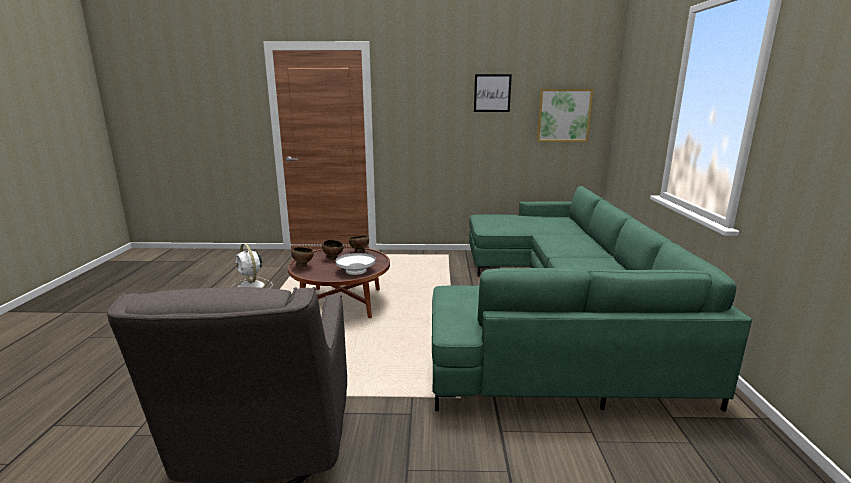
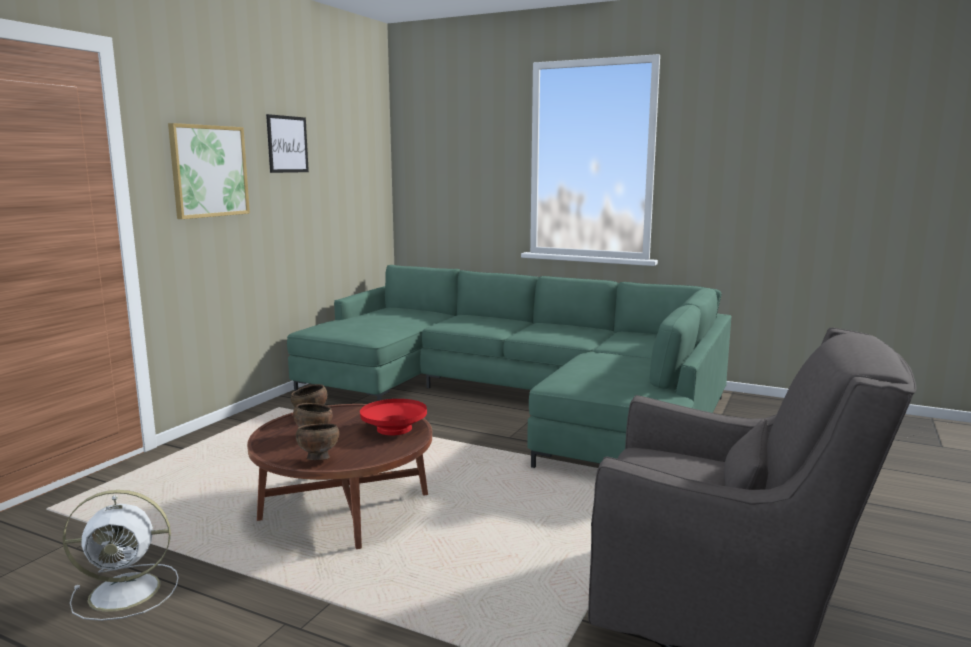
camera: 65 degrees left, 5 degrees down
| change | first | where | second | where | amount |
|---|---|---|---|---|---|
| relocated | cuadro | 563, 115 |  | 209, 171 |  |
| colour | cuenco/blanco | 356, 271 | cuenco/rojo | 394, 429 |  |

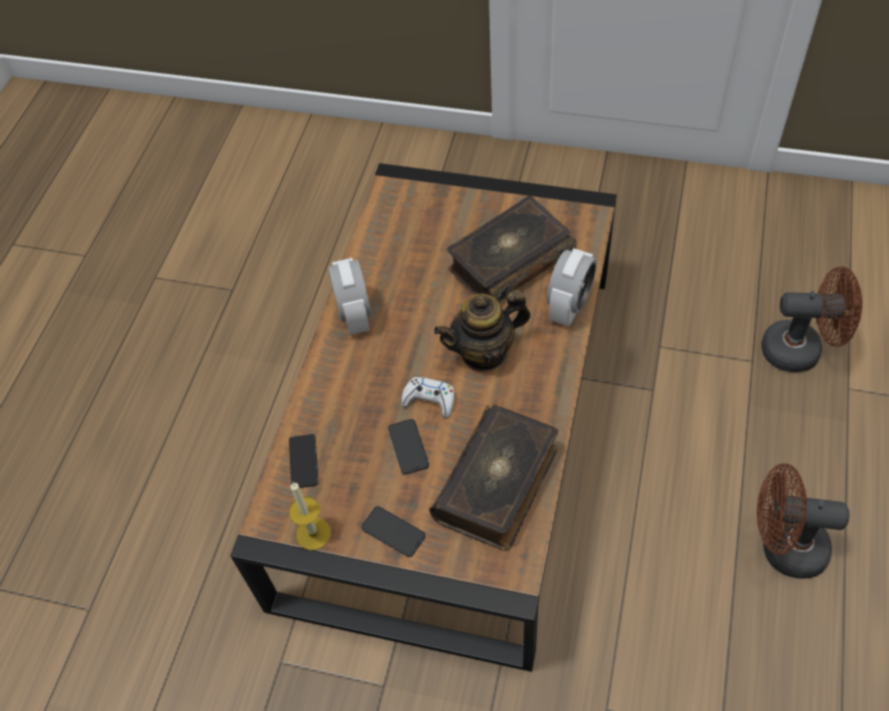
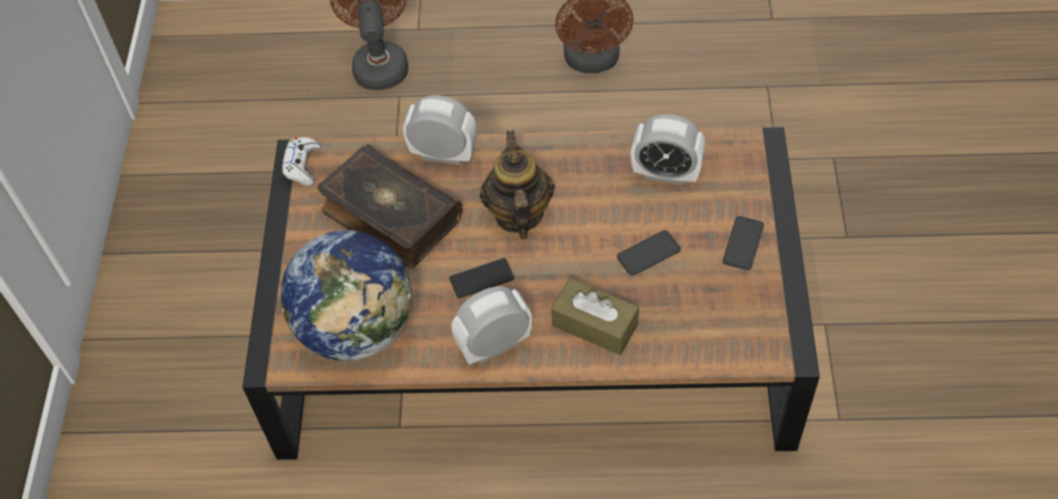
camera: 105 degrees left, 0 degrees up
| change | first | where | second | where | amount |
|---|---|---|---|---|---|
| relocated | mando de consola/blanco | 429, 400 |  | 302, 165 |  |
| appeared |  |  | globo terráqueo | 357, 328 |  |
| relocated | móvil | 303, 461 |  | 481, 278 |  |
| spun | tetera | 484, 352 |  | 518, 214 | 150 degrees counterclockwise |
| appeared |  |  | caja de pañuelos/marrón | 595, 325 |  |
| exchanged | libro | 498, 484 | despertador | 666, 173 |  |
| missing | vela | 313, 534 |  |  |  |

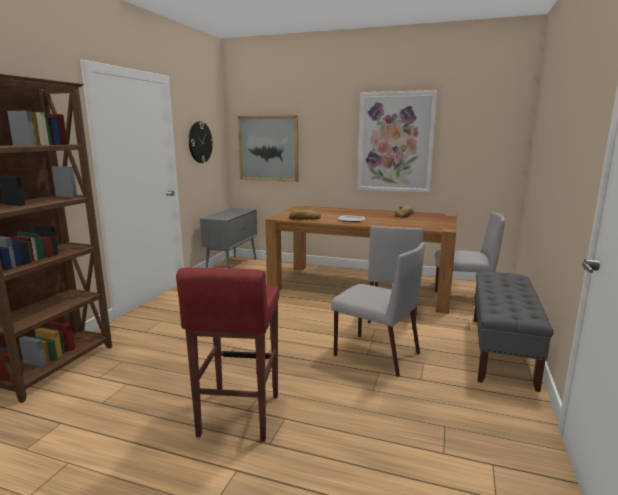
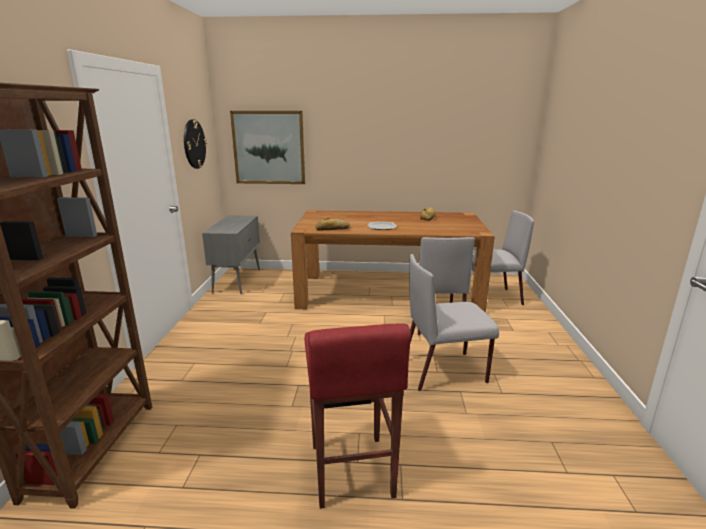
camera: 15 degrees left, 5 degrees up
| change | first | where | second | where | amount |
|---|---|---|---|---|---|
| spun | silla/gris | 375, 354 |  | 445, 370 | 150 degrees clockwise |
| missing | cuadro | 395, 142 |  |  |  |
| missing | banco/gris | 501, 351 |  |  |  |

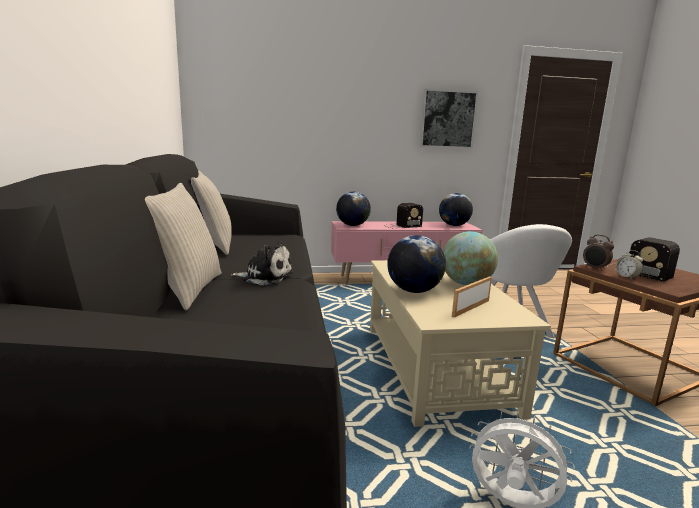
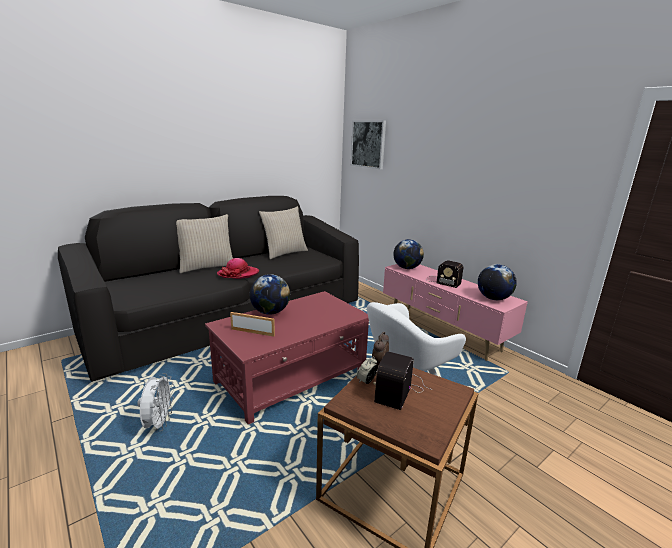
camera: 60 degrees right, 5 degrees up
| change | first | where | second | where | amount |
|---|---|---|---|---|---|
| colour | mesa de centro/beis | 435, 366 | mesa de centro/rojo | 292, 376 |  |
| exchanged | peluche | 265, 277 | sombrero | 238, 274 |  |
| relocated | cuadro | 447, 119 |  | 368, 144 |  |
| missing | globo terráqueo | 466, 284 |  |  |  |

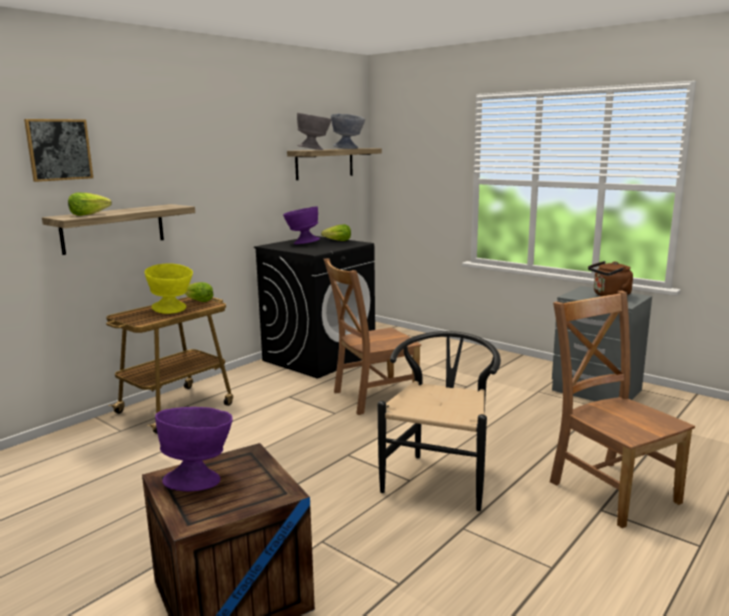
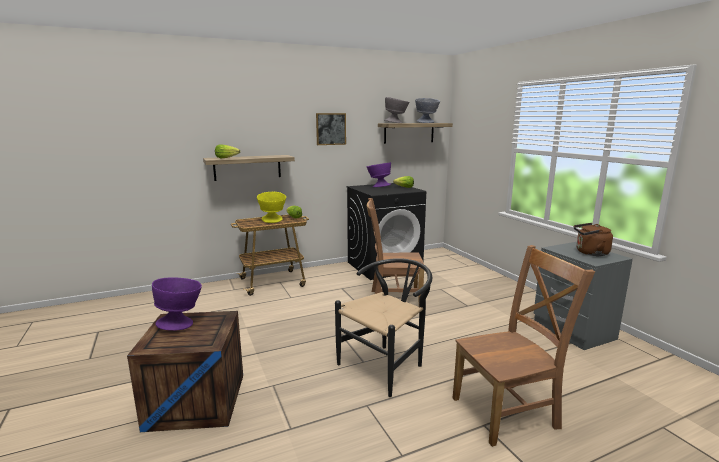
camera: 25 degrees right, 0 degrees up
| change | first | where | second | where | amount |
|---|---|---|---|---|---|
| relocated | cuadro | 59, 149 |  | 331, 129 |  |
| spun | silla/marrón | 610, 489 |  | 508, 412 | 75 degrees clockwise |

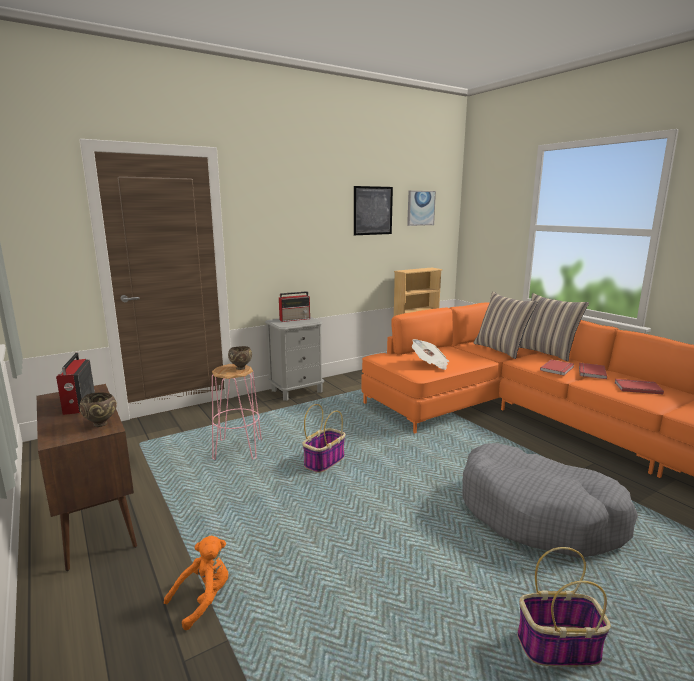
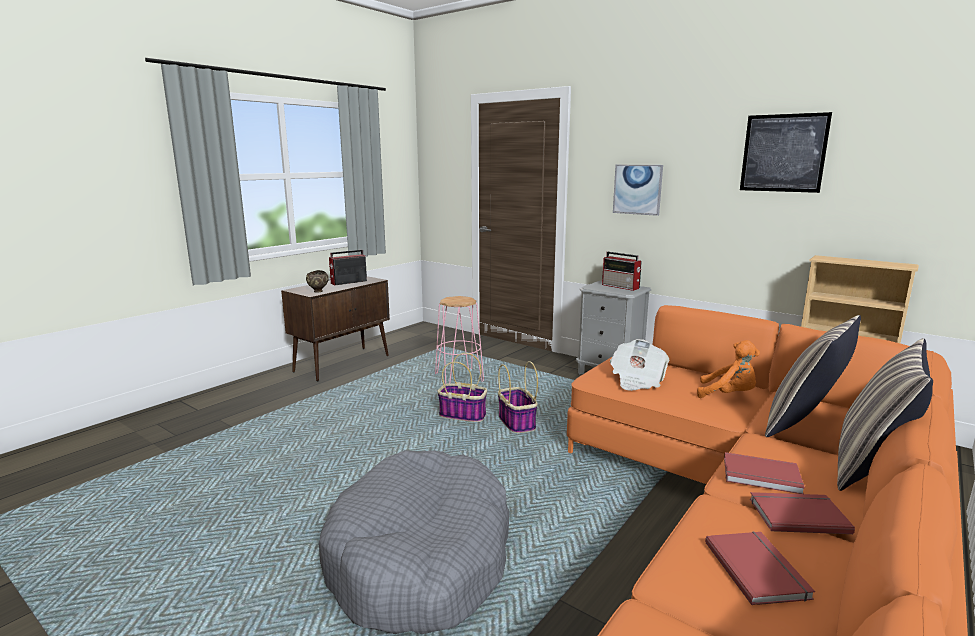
camera: 70 degrees right, 0 degrees up
| change | first | where | second | where | amount |
|---|---|---|---|---|---|
| relocated | cesta | 557, 648 |  | 516, 422 |  |
| relocated | cuadro | 420, 208 |  | 637, 189 |  |
| relocated | peluche/naranja | 203, 599 |  | 728, 395 |  |
| missing | cuenco/marrón | 241, 368 |  |  |  |

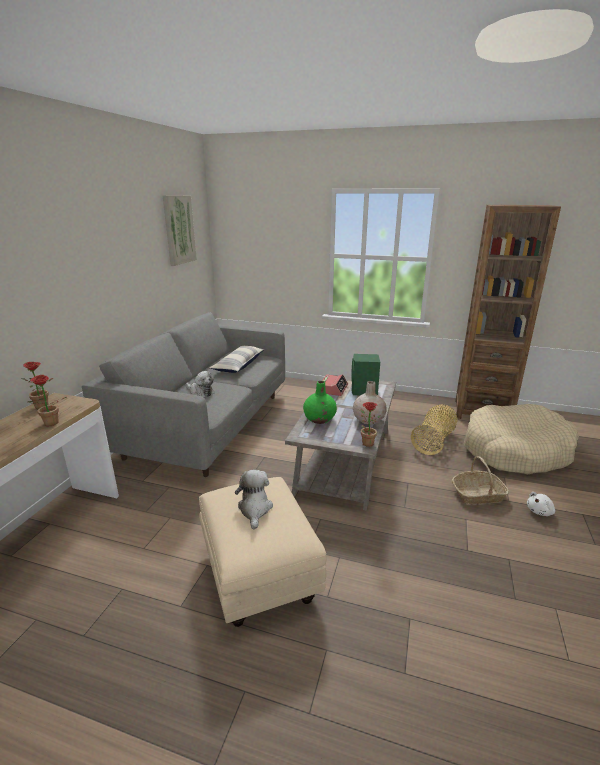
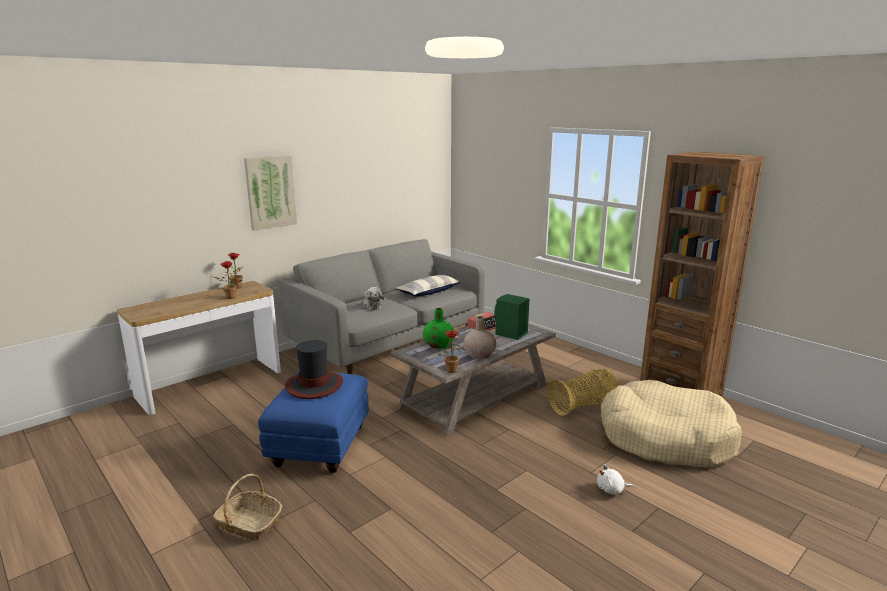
camera: 30 degrees right, 5 degrees down
| change | first | where | second | where | amount |
|---|---|---|---|---|---|
| relocated | cesta | 477, 494 |  | 249, 523 |  |
| relocated | cuadro | 179, 229 |  | 270, 192 |  |
| colour | puf/beis | 259, 573 | puf/azul | 320, 445 |  |
| exchanged | peluche | 255, 509 | sombrero | 314, 385 |  |

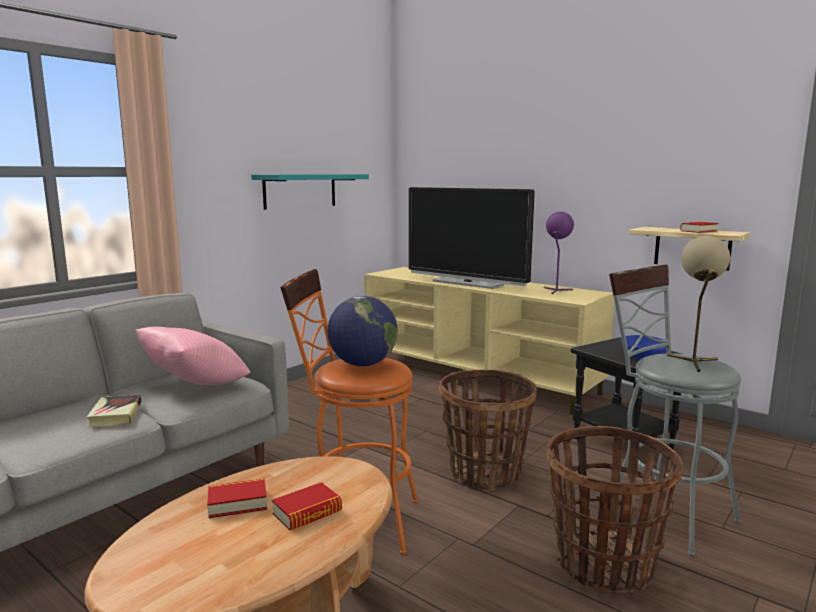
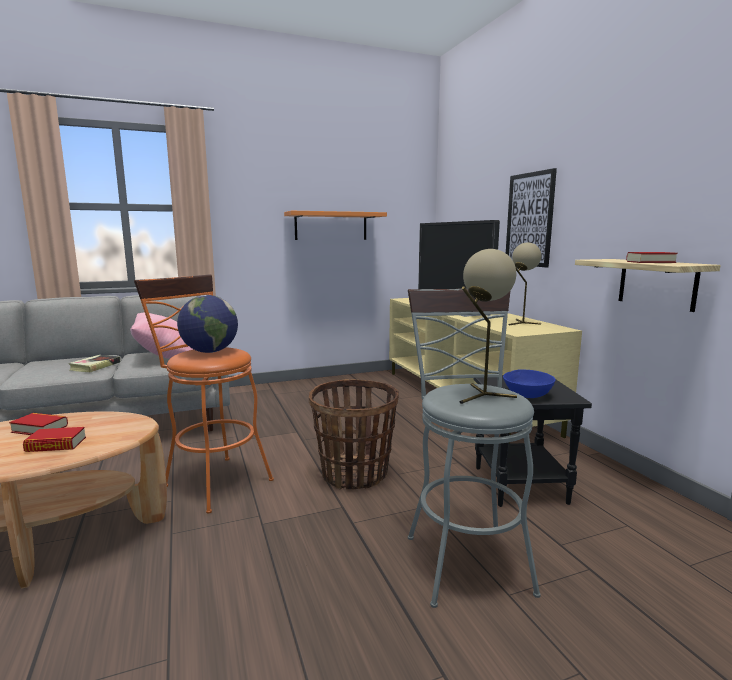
camera: 30 degrees right, 0 degrees up
| change | first | where | second | where | amount |
|---|---|---|---|---|---|
| colour | estante/turquesa | 300, 191 | estante/naranja | 331, 226 |  |
| appeared |  |  | cuadro | 529, 219 |  |
| colour | lámpara de mesa/morado | 556, 291 | lámpara de mesa/beis | 521, 323 |  |
| missing | cesta | 604, 564 |  |  |  |

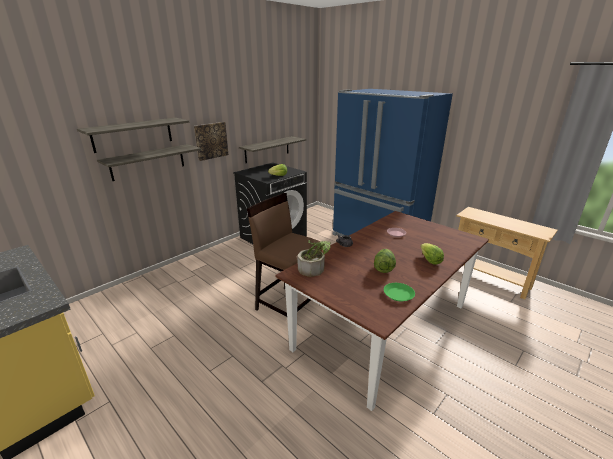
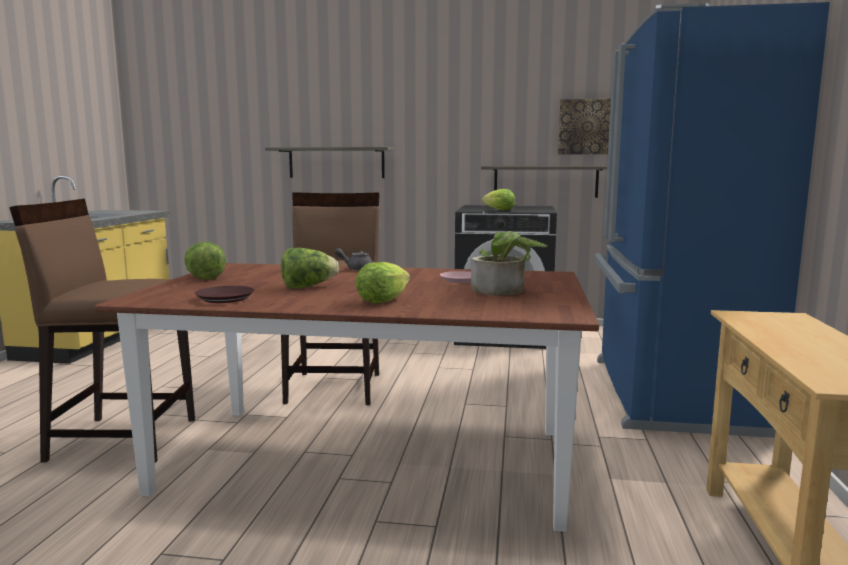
camera: 55 degrees right, 15 degrees down
| change | first | where | second | where | amount |
|---|---|---|---|---|---|
| appeared |  |  | taburete/marrón | 122, 438 |  |
| appeared |  |  | lechuga | 203, 277 |  |
| colour | plato/verde | 398, 294 | plato/marrón | 224, 298 |  |
| relocated | planta en maceta | 314, 268 |  | 504, 291 |  |
| relocated | cuadro | 211, 140 |  | 586, 127 |  |
| missing | estante | 133, 134 |  |  |  |

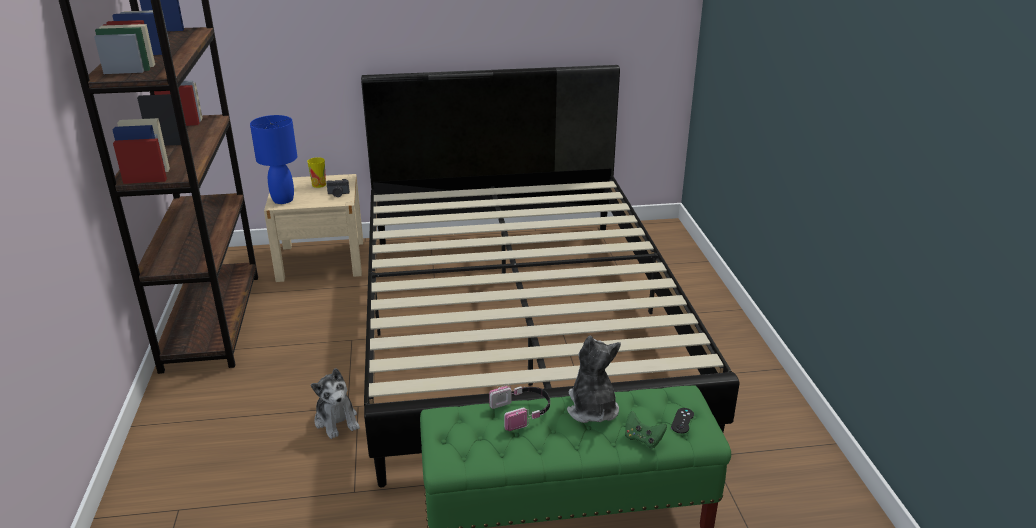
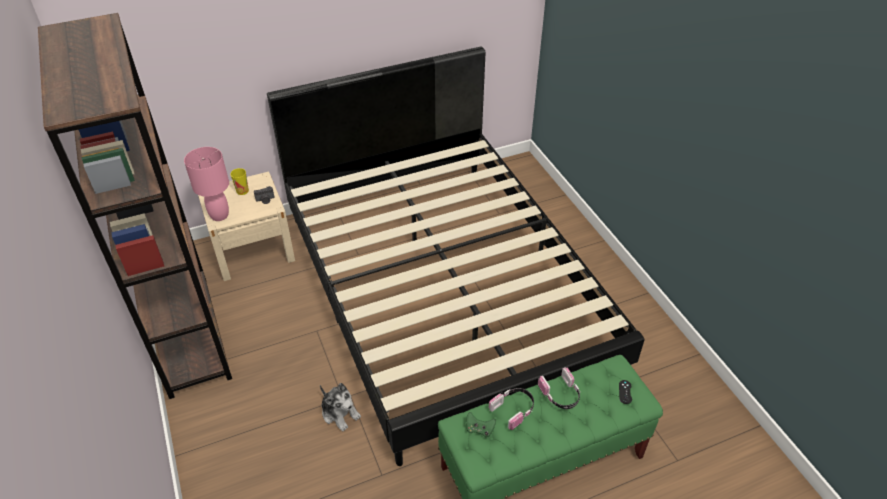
camera: 15 degrees left, 15 degrees up
| change | first | where | second | where | amount |
|---|---|---|---|---|---|
| colour | lámpara de mesa/azul | 283, 200 | lámpara de mesa/rosa | 219, 215 |  |
| relocated | mando de consola/verde | 643, 439 |  | 479, 429 |  |
| exchanged | peluche | 592, 408 | auriculares | 560, 395 |  |

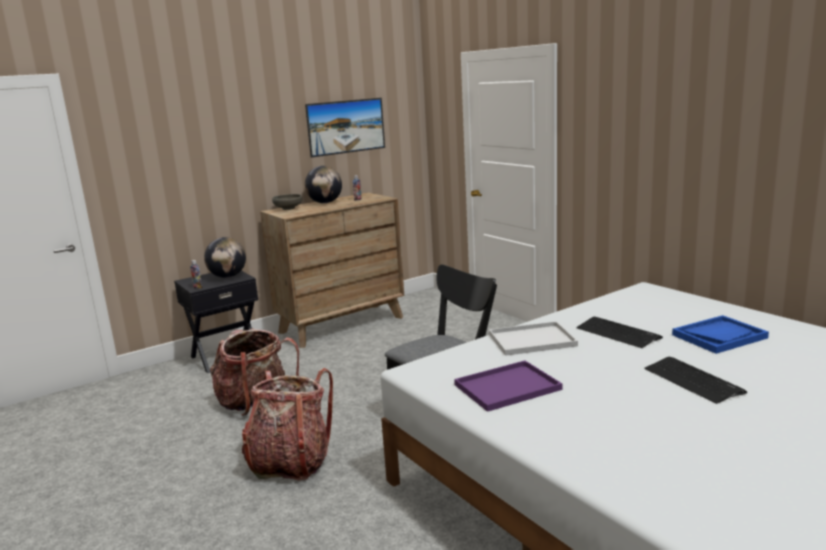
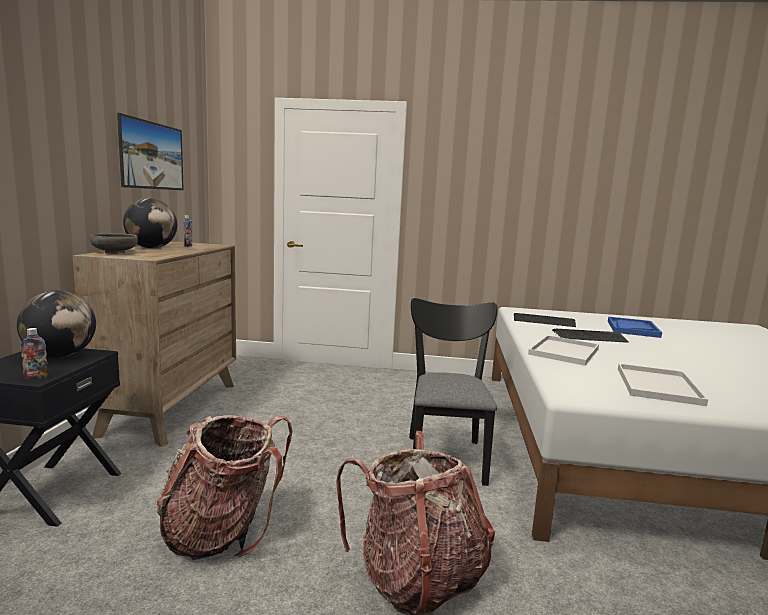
camera: 50 degrees left, 5 degrees down
| change | first | where | second | where | amount |
|---|---|---|---|---|---|
| relocated | teclado | 693, 380 |  | 544, 321 |  |
| colour | bandeja/morado | 508, 386 | bandeja/blanco | 656, 385 |  |

